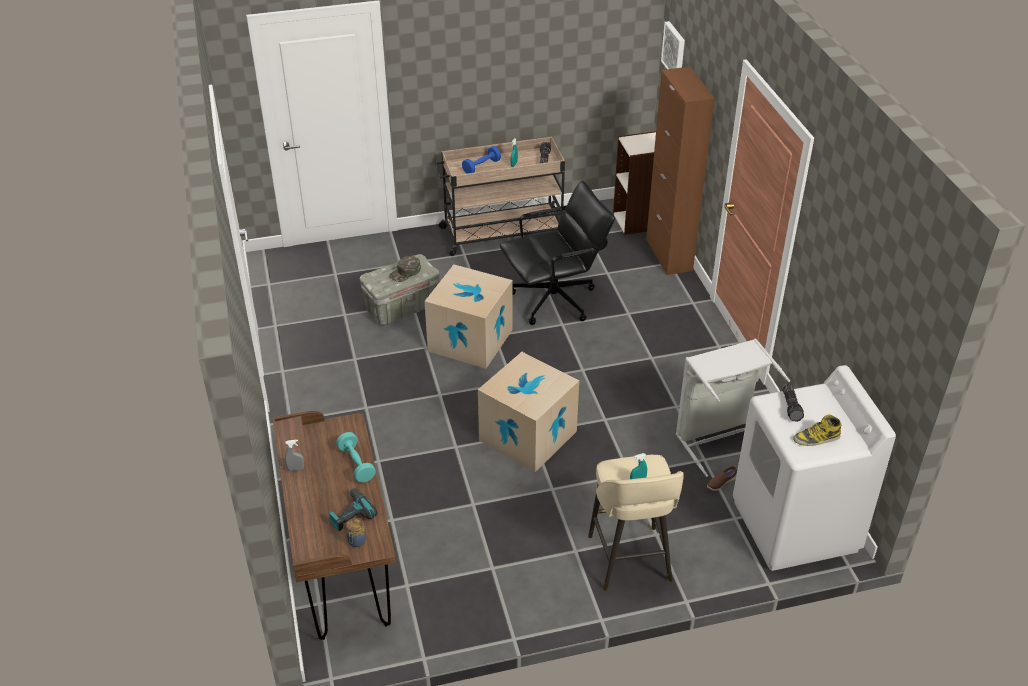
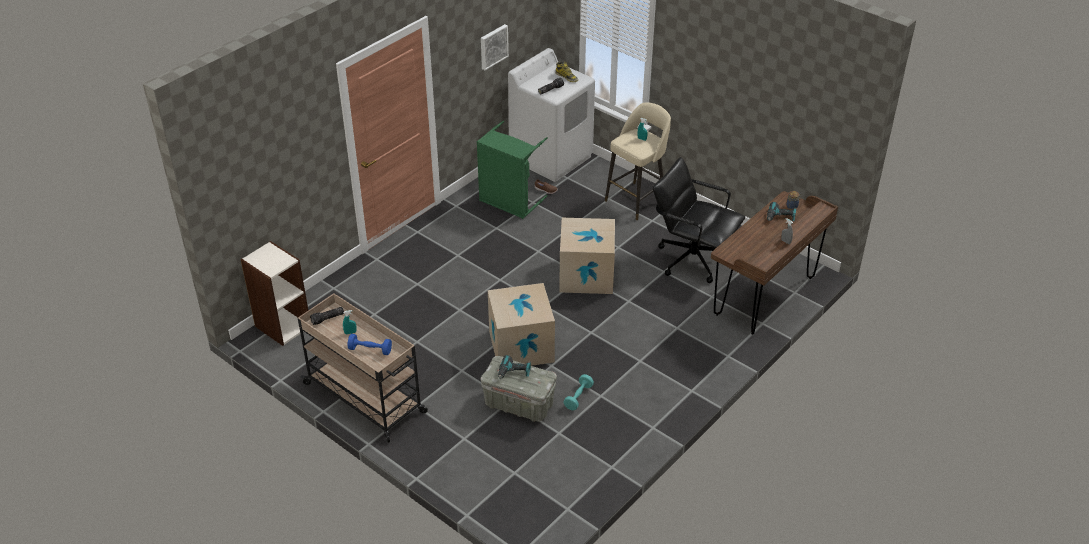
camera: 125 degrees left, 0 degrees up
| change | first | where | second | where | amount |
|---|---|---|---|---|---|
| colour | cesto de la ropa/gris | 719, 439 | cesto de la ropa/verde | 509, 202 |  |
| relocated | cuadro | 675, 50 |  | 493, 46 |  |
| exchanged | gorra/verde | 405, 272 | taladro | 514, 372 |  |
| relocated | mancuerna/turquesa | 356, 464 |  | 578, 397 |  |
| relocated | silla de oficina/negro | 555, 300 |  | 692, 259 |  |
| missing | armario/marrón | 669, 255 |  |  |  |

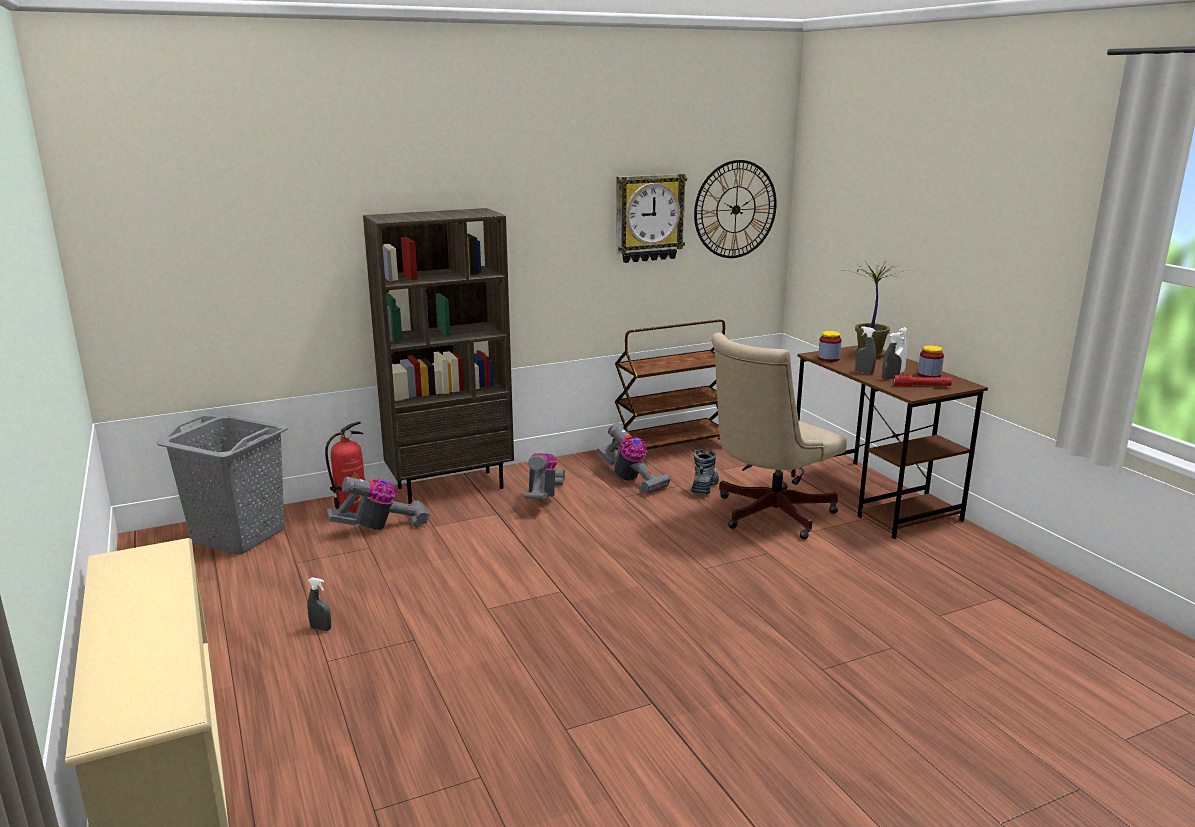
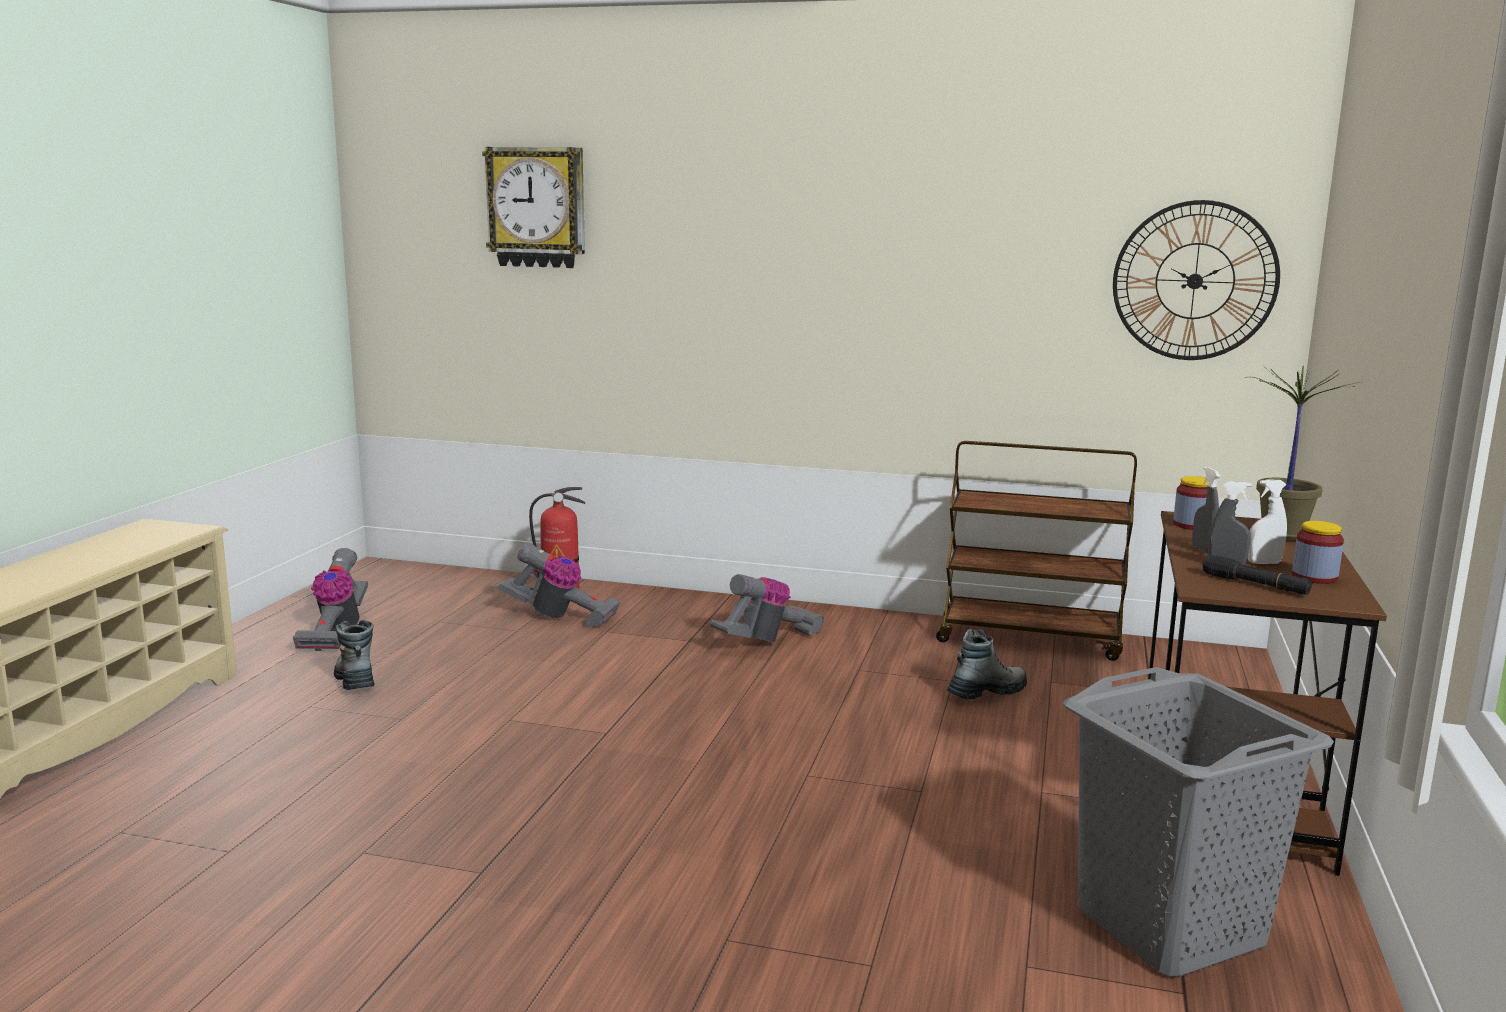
camera: 40 degrees right, 5 degrees down
| change | first | where | second | where | amount |
|---|---|---|---|---|---|
| relocated | aspiradora | 631, 480 |  | 336, 632 |  |
| exchanged | pulverizador/gris | 321, 628 | bota | 355, 679 |  |
| relocated | reloj de pared | 648, 218 |  | 537, 207 |  |
| relocated | cesto de la ropa/gris | 238, 535 |  | 1170, 925 |  |
| colour | linterna/rojo | 921, 386 | linterna/negro | 1255, 585 |  |
| missing | estantería/marrón | 451, 487 |  |  |  |
| missing | silla de oficina/beis | 767, 515 |  |  |  |

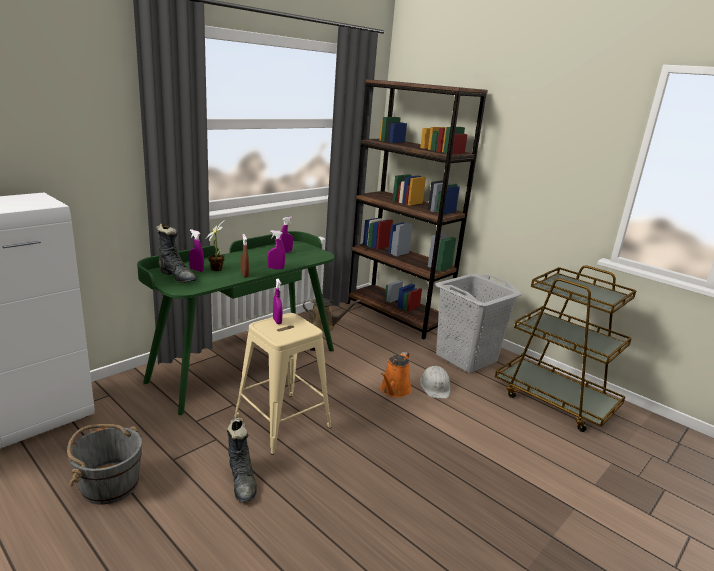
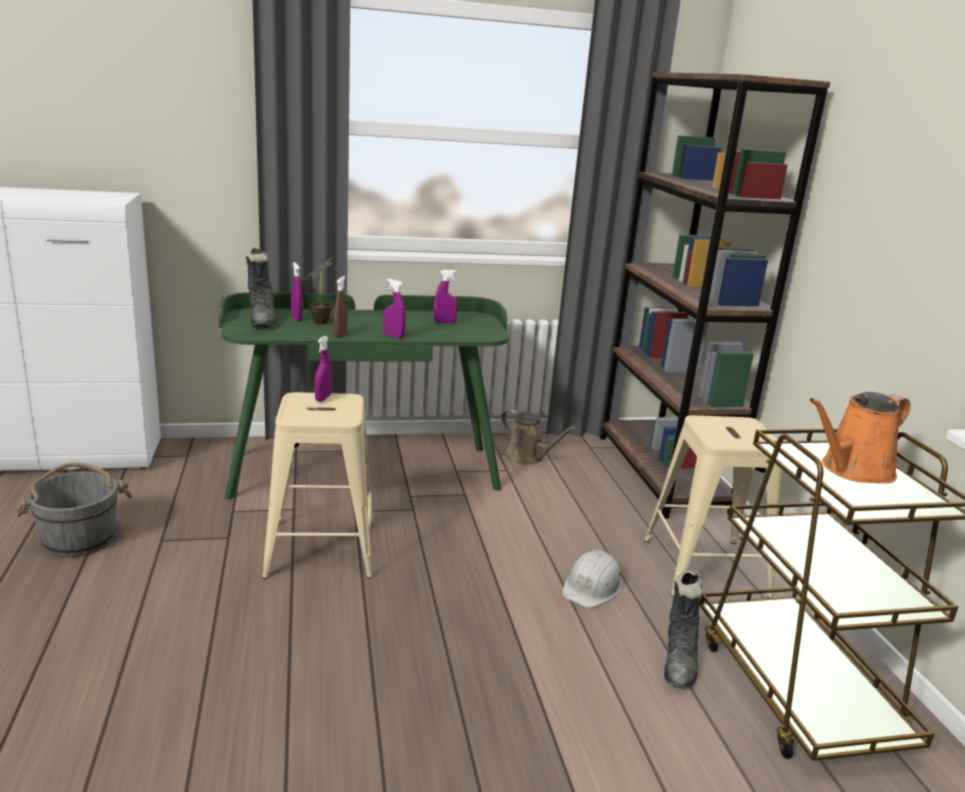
camera: 35 degrees right, 0 degrees up
| change | first | where | second | where | amount |
|---|---|---|---|---|---|
| exchanged | cesto de la ropa/gris | 466, 358 | taburete/beis | 704, 567 |  |
| relocated | bota/negro | 242, 481 |  | 680, 662 |  |
| relocated | regadera/naranja | 394, 390 |  | 853, 470 |  |

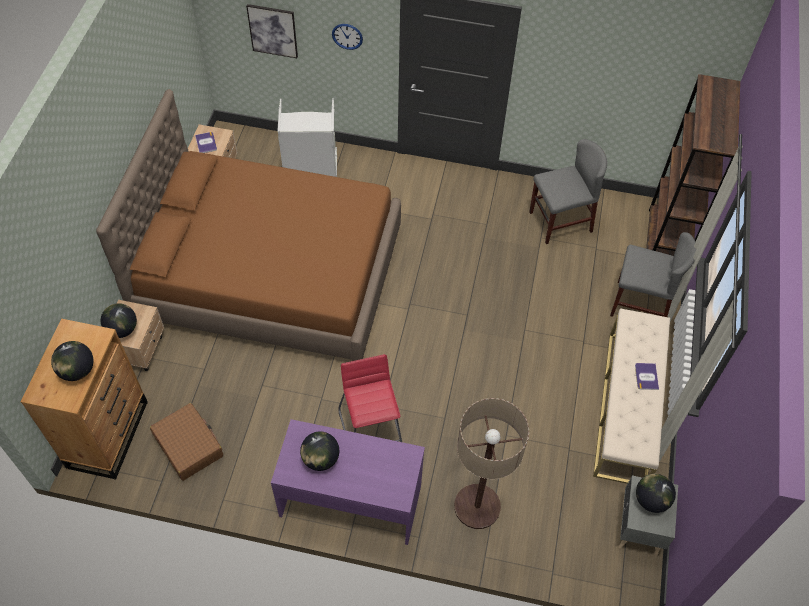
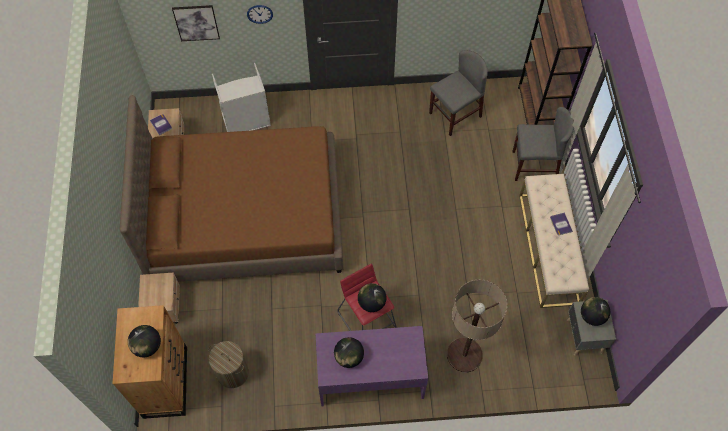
camera: 15 degrees left, 5 degrees up
| change | first | where | second | where | amount |
|---|---|---|---|---|---|
| exchanged | maleta/marrón | 188, 445 | cesto de la ropa | 232, 372 |  |
| relocated | globo terráqueo | 122, 329 |  | 371, 303 |  |

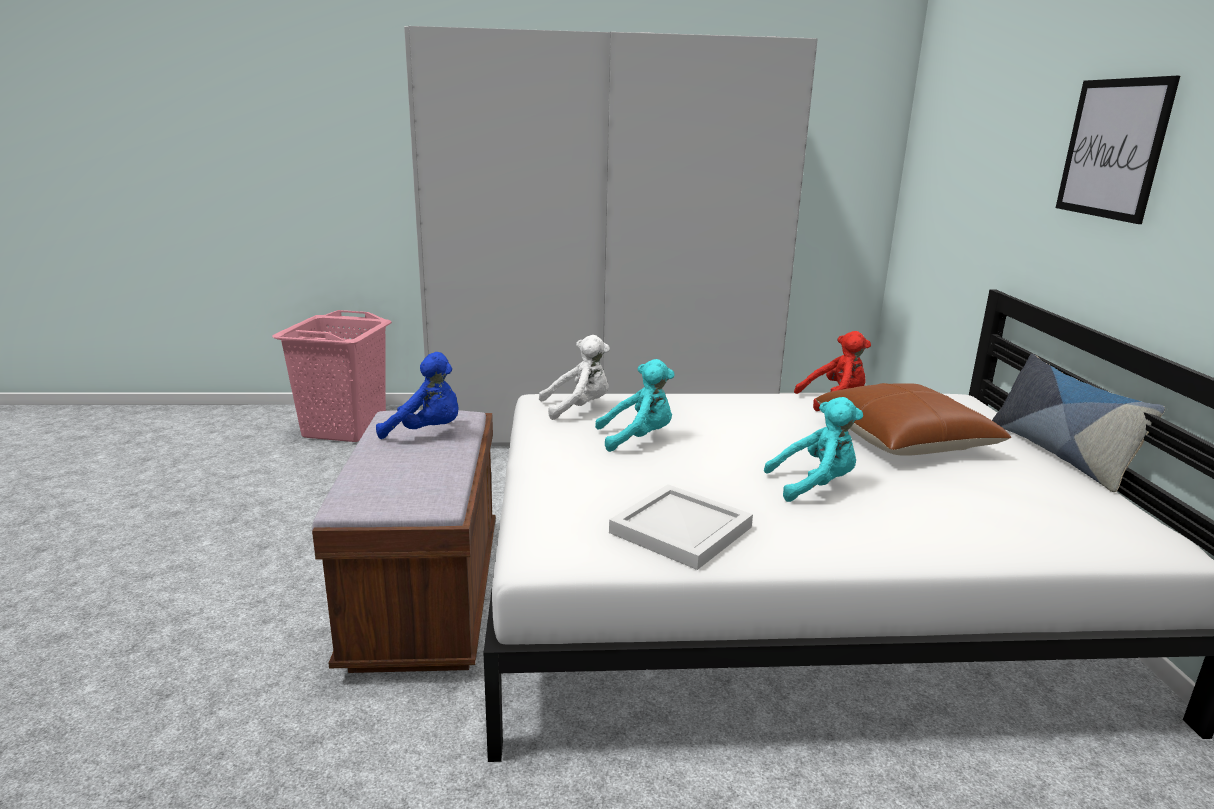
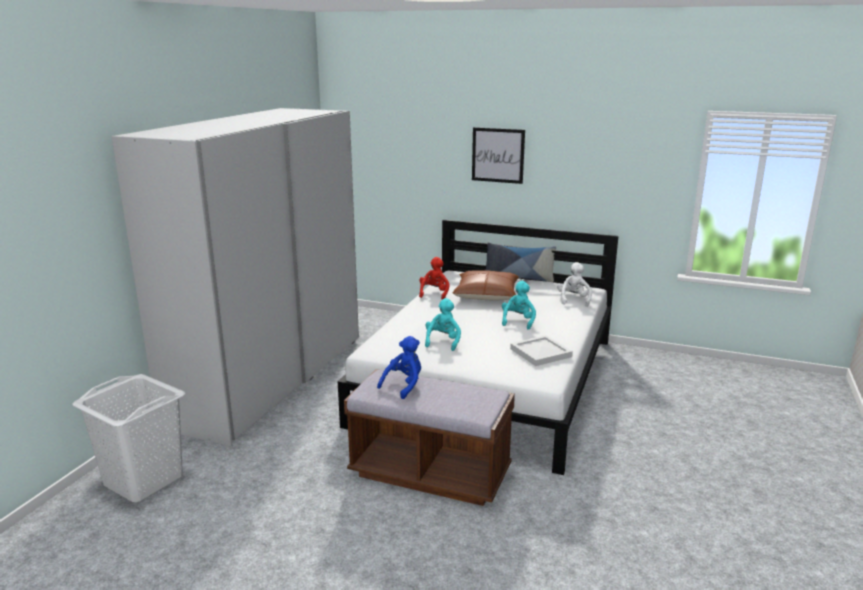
camera: 65 degrees left, 0 degrees up
| change | first | where | second | where | amount |
|---|---|---|---|---|---|
| colour | cesto de la ropa/rosa | 345, 428 | cesto de la ropa/blanco | 144, 480 |  |
| relocated | peluche/blanco | 578, 408 |  | 573, 300 |  |

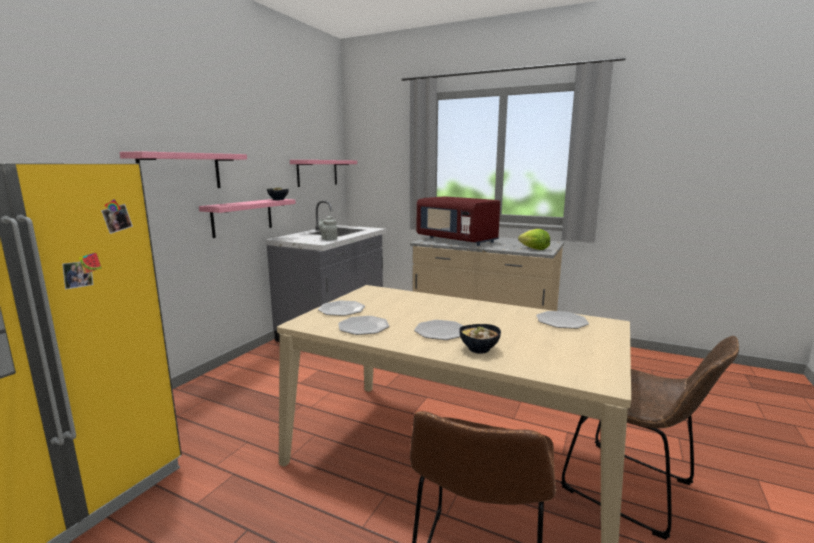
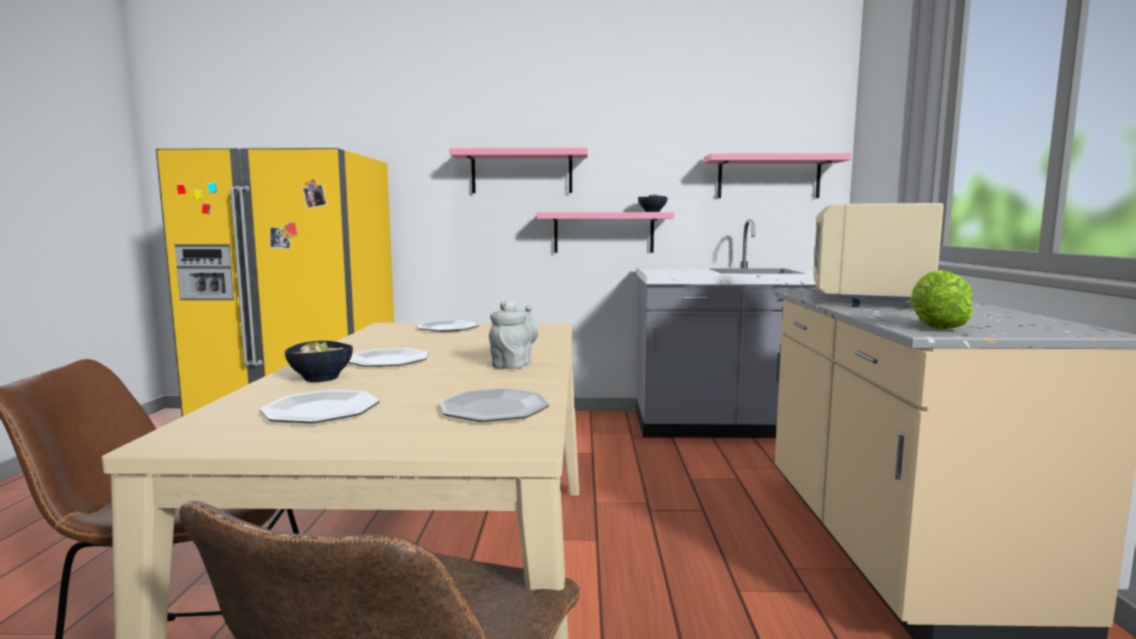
camera: 65 degrees right, 5 degrees down
| change | first | where | second | where | amount |
|---|---|---|---|---|---|
| relocated | plato | 363, 327 |  | 321, 410 |  |
| relocated | tetera/gris | 328, 239 |  | 513, 364 |  |
| colour | microondas/rojo | 457, 240 | microondas/beis | 867, 298 |  |

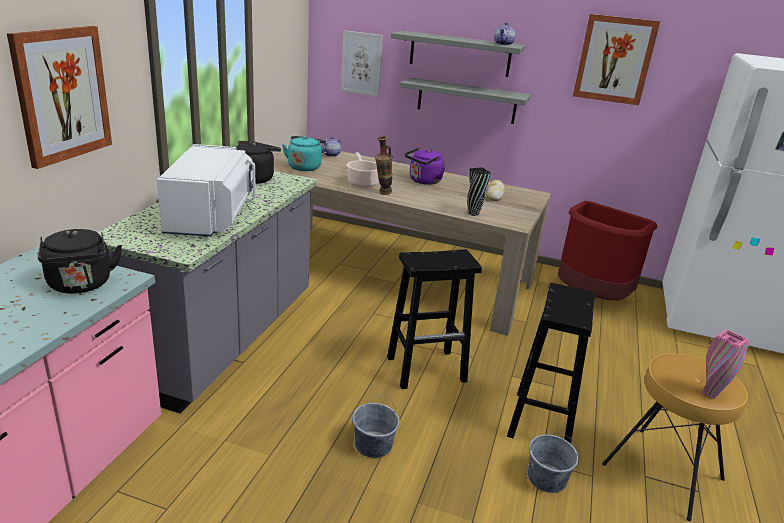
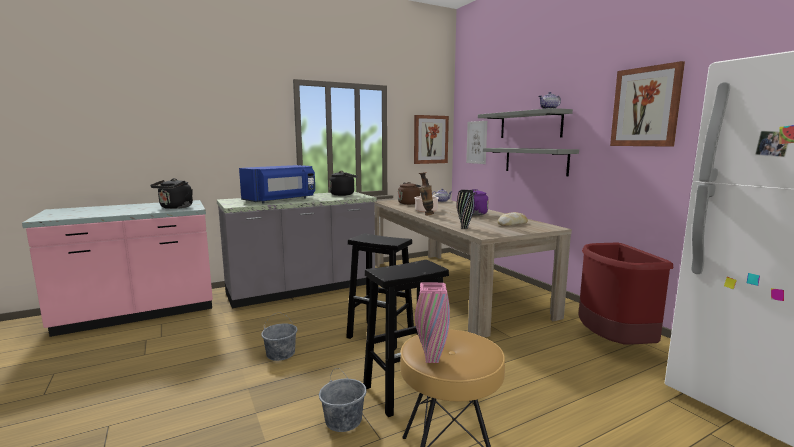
camera: 45 degrees right, 15 degrees down
| change | first | where | second | where | amount |
|---|---|---|---|---|---|
| colour | microondas/blanco | 212, 217 | microondas/azul | 281, 200 |  |
| colour | hervidor/turquesa | 305, 167 | hervidor/marrón | 410, 203 |  |
| relocated | cuadro | 62, 94 |  | 430, 139 |  |

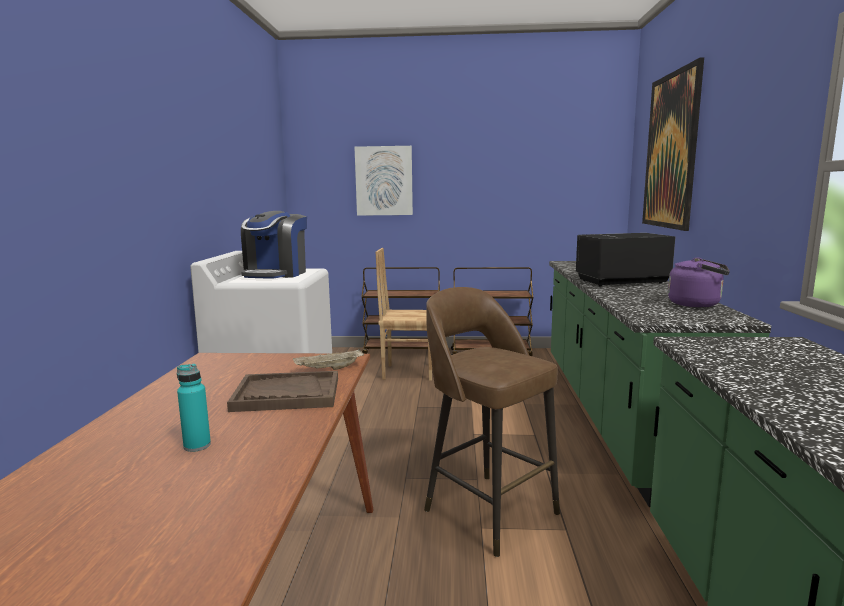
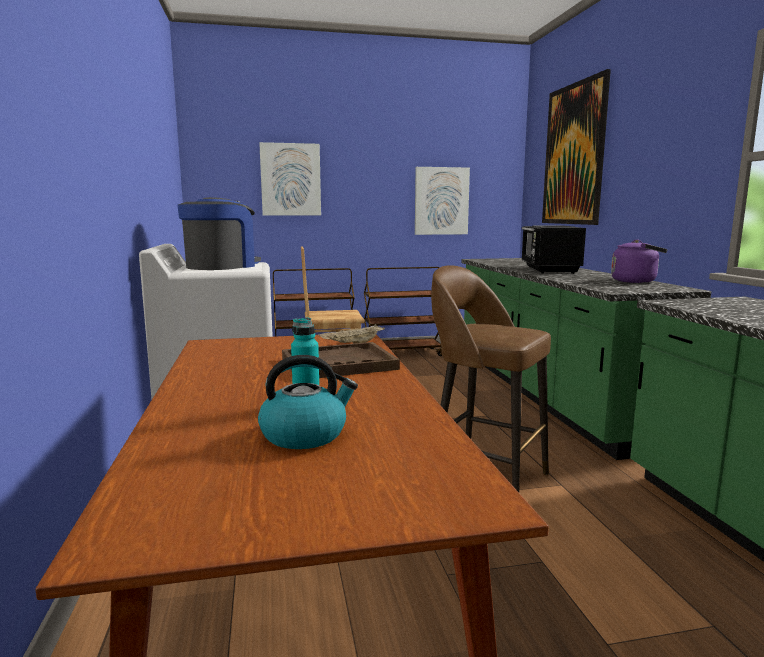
camera: 15 degrees left, 0 degrees up
| change | first | where | second | where | amount |
|---|---|---|---|---|---|
| spun | cafetera | 276, 274 |  | 222, 266 | 150 degrees counterclockwise |
| appeared |  |  | hervidor | 305, 435 |  |
| appeared |  |  | cuadro | 441, 201 |  |
| spun | microondas/negro | 620, 281 |  | 549, 270 | 60 degrees counterclockwise |

